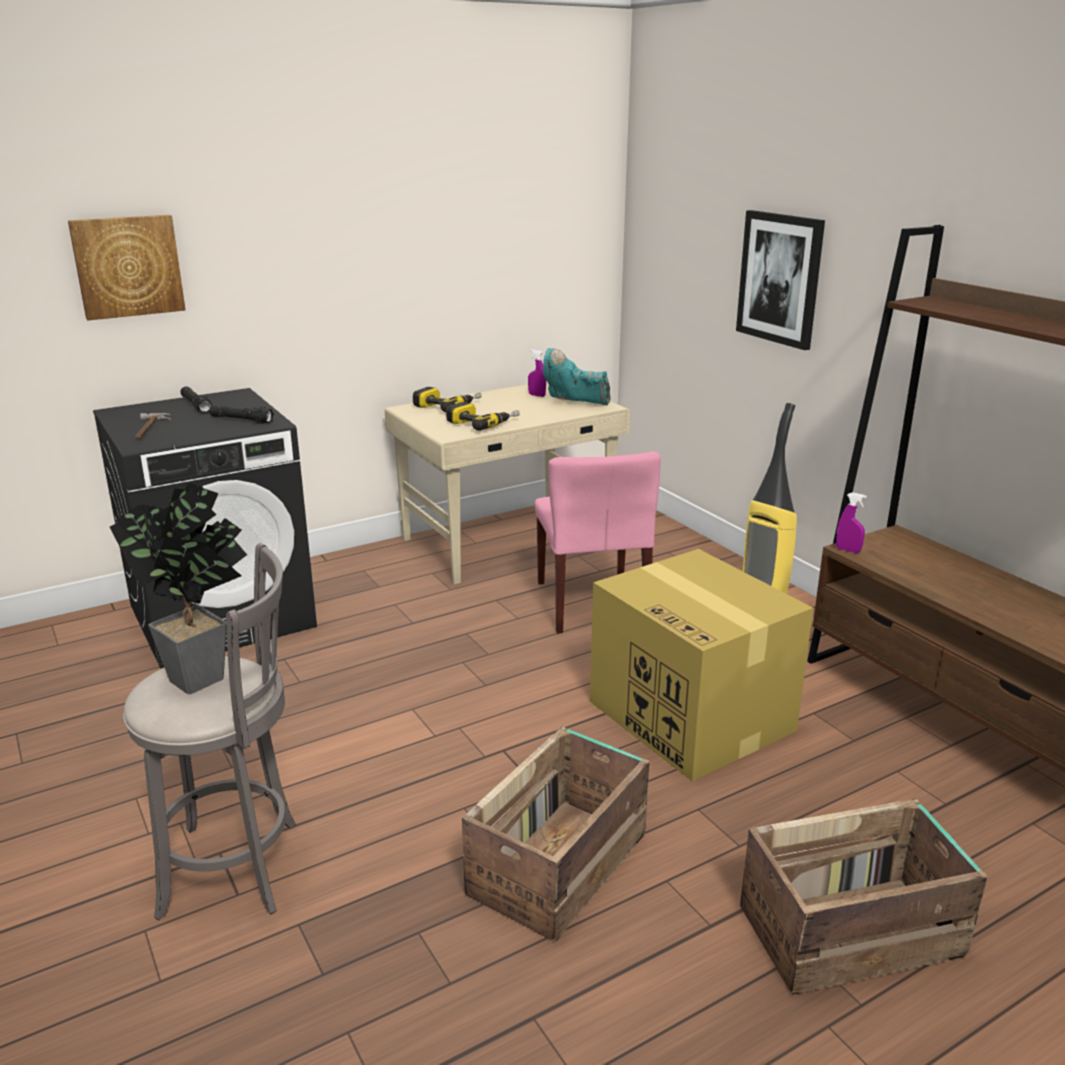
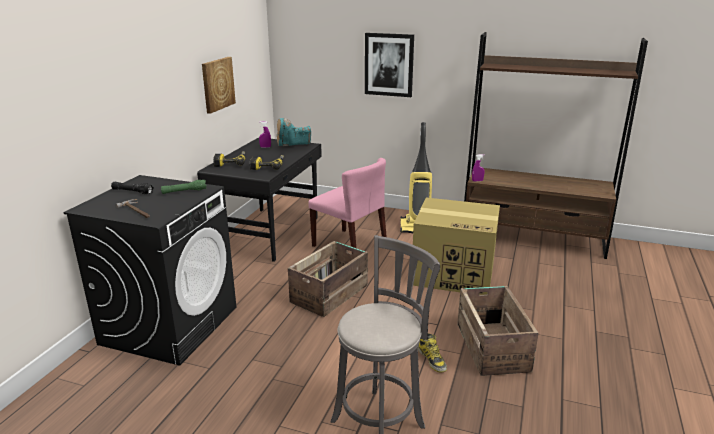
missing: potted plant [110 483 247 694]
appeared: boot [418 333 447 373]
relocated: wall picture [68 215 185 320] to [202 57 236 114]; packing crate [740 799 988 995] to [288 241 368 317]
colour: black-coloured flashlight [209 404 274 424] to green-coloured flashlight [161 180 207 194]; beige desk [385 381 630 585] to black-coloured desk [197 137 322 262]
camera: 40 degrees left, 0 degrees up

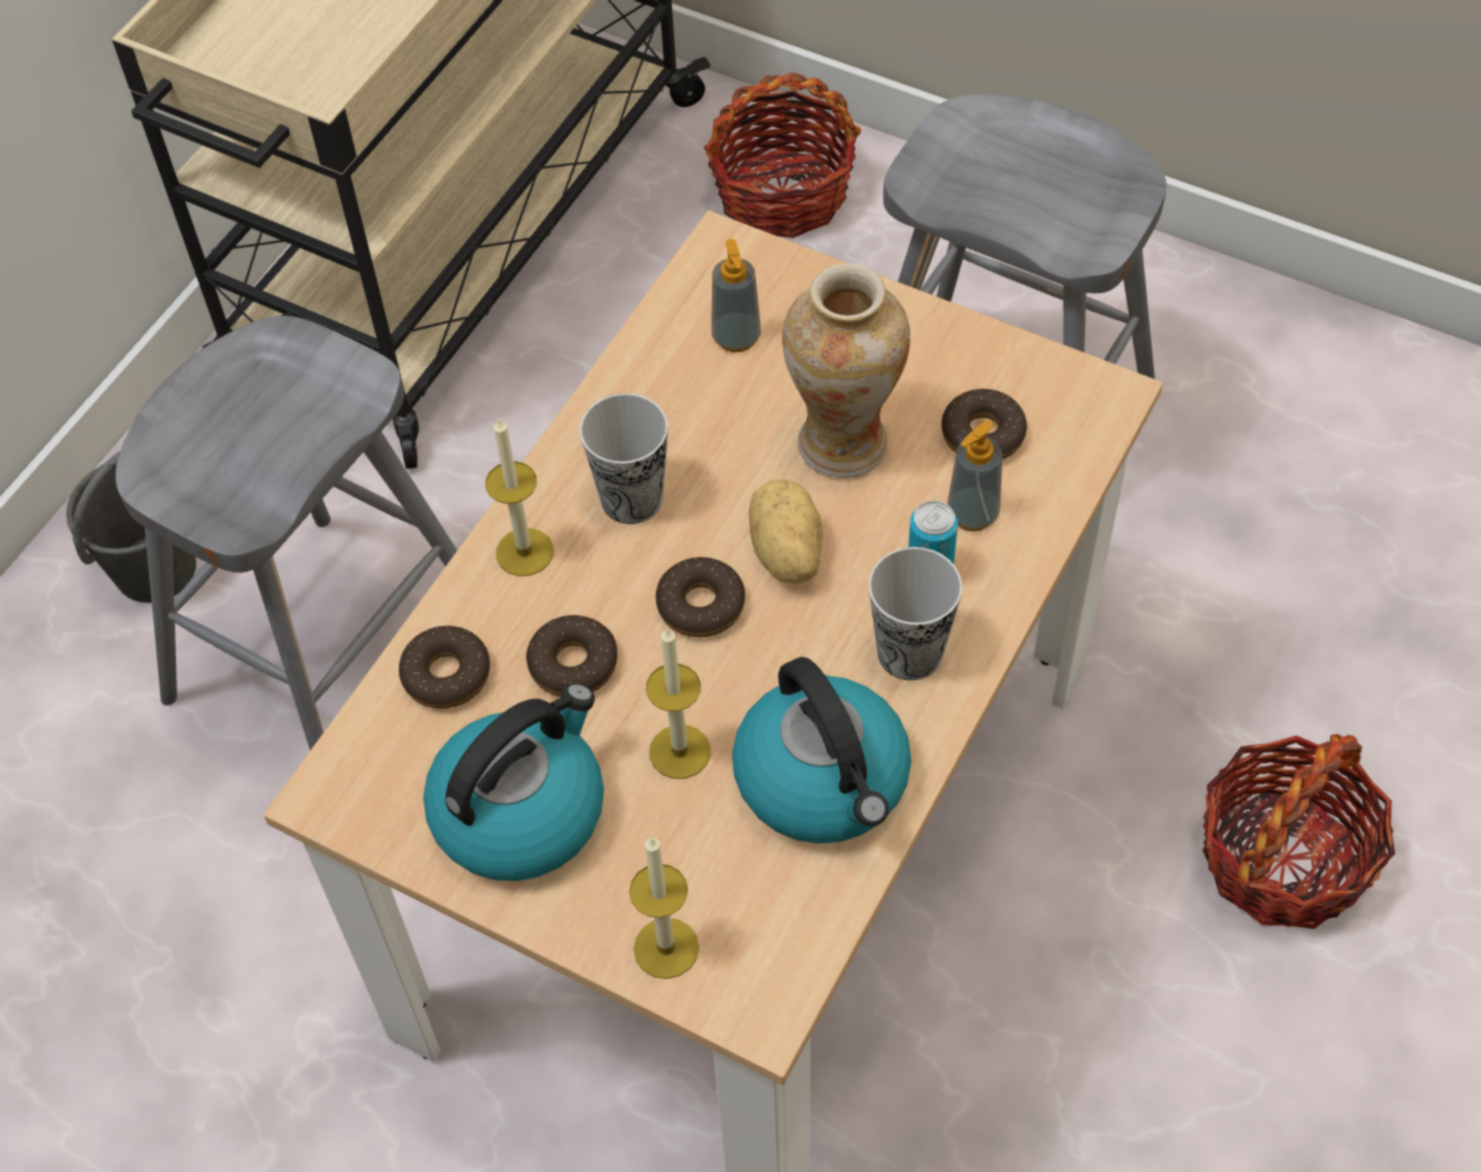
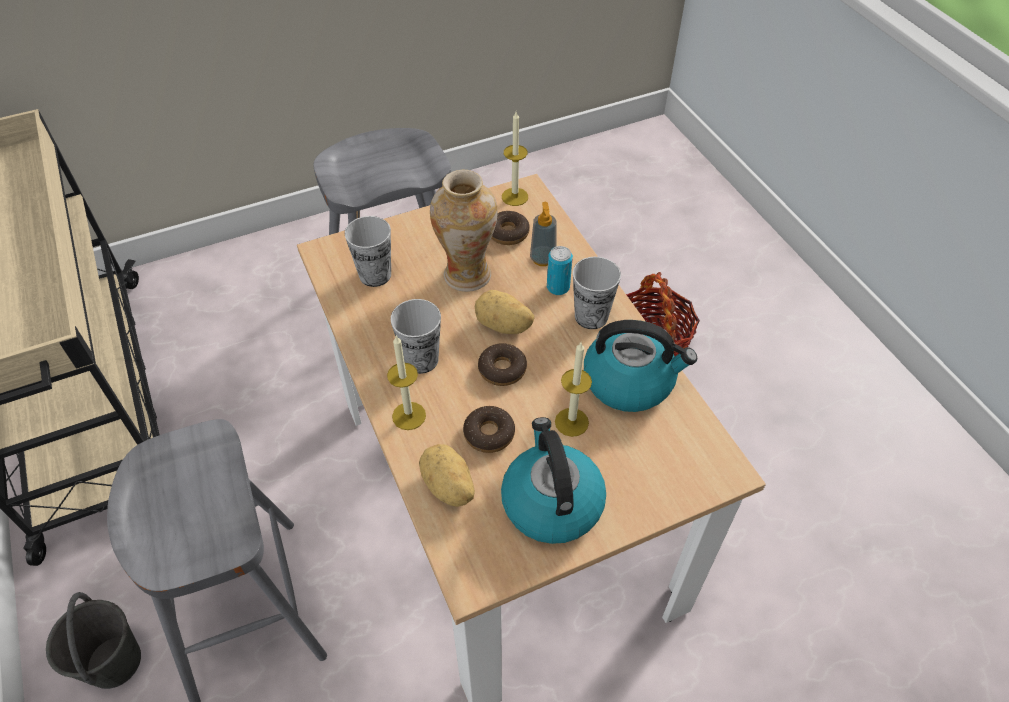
missing: storage basket [704 72 861 238]
relocated: wax candle [629 836 699 979] to [502 112 528 206]
exchanged: donut [399 626 490 709] to spud [419 444 475 507]; soap dispenser [711 239 761 352] to cup [345 216 391 287]
camera: 55 degrees left, 5 degrees down

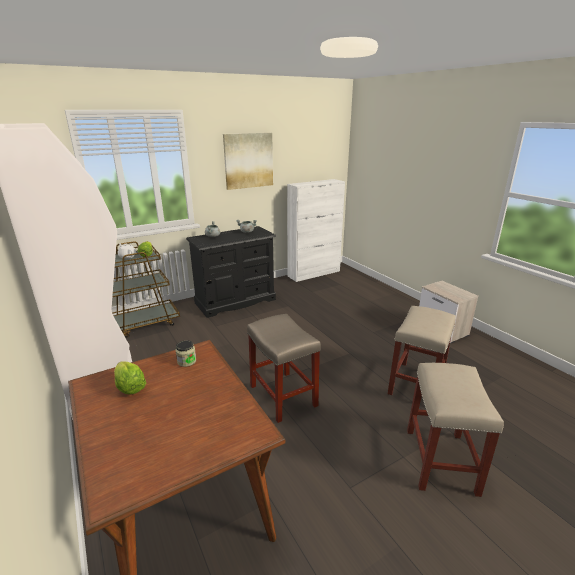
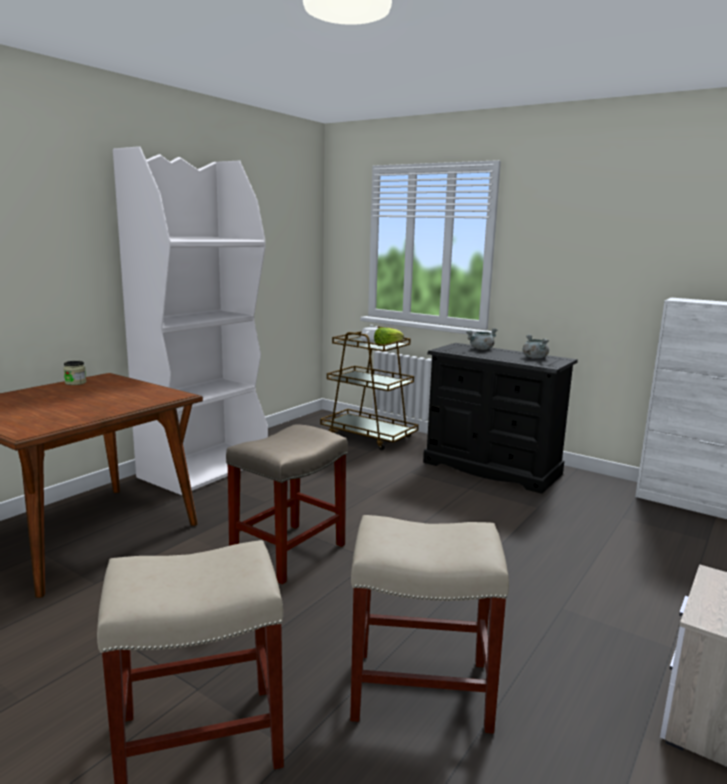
missing: lettuce [114 361 146 395]; wall picture [223 133 273 190]
relocated: storage jar [176 340 196 367] to [63 361 86 385]
camera: 65 degrees right, 10 degrees down

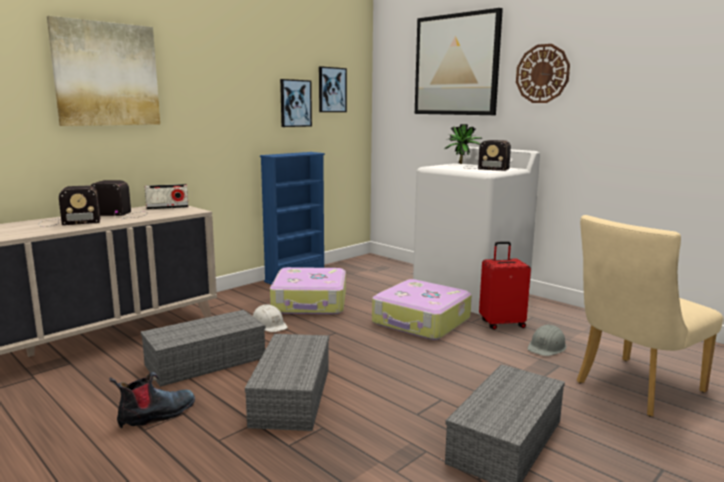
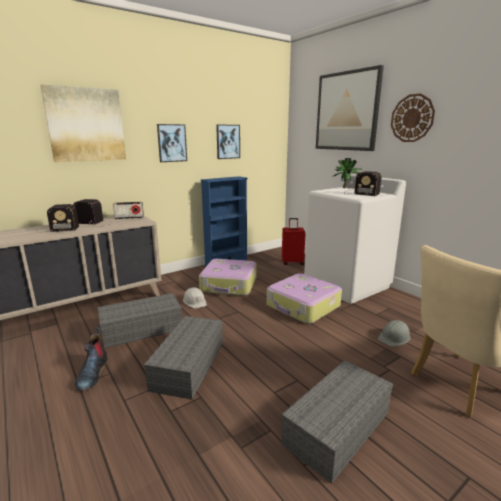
relocated: wall picture [319 66 347 112] to [157 124 187 162]; red suitcase [479 241 531 330] to [282 218 306 265]
spun: boot [109 372 195 428] = [75 326 108 391] 120 degrees clockwise
camera: 10 degrees right, 5 degrees up

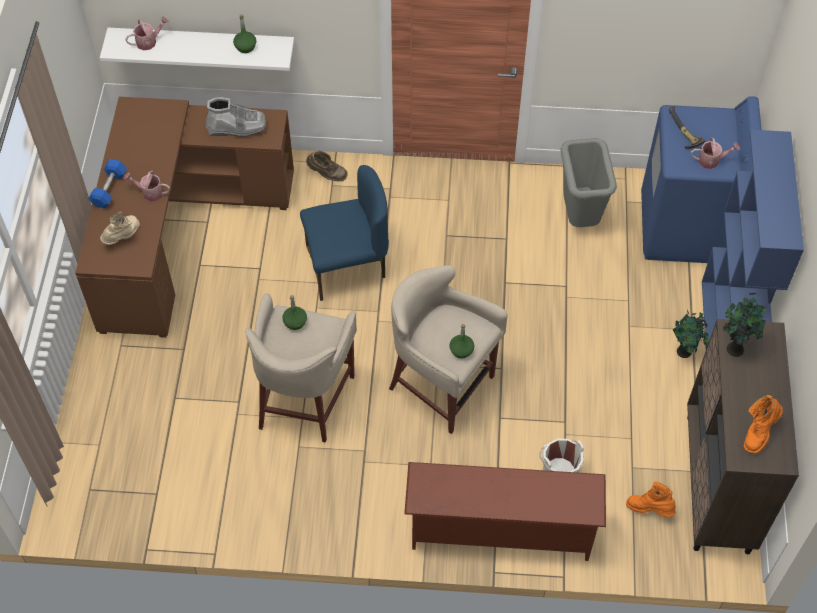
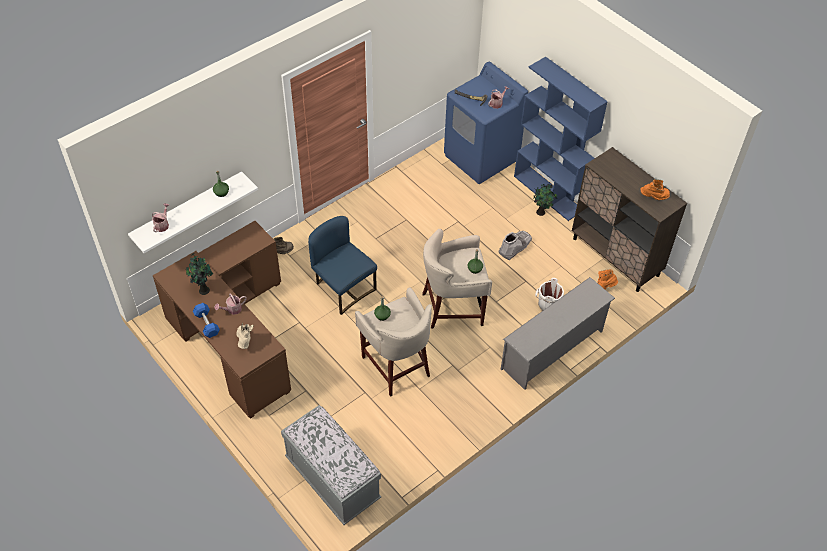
missing: grey rubbish bin [560 138 617 227]
appeared: grey long seat [281 405 381 525]
relocated: grey boot [206 97 266 137] to [498 231 532 260]; potted plant [723 293 766 357] to [186 253 213 295]
colour: brown-coloured shoe shelf [404 462 606 561] to grey shoe shelf [501 277 615 390]
spun: blue-coloured plain chair [300 165 389 301] = [308 216 377 315] 75 degrees counterclockwise; orange-coloured boot [744 395 783 454] = [641 179 670 200] 90 degrees counterclockwise
camera: 45 degrees left, 5 degrees down

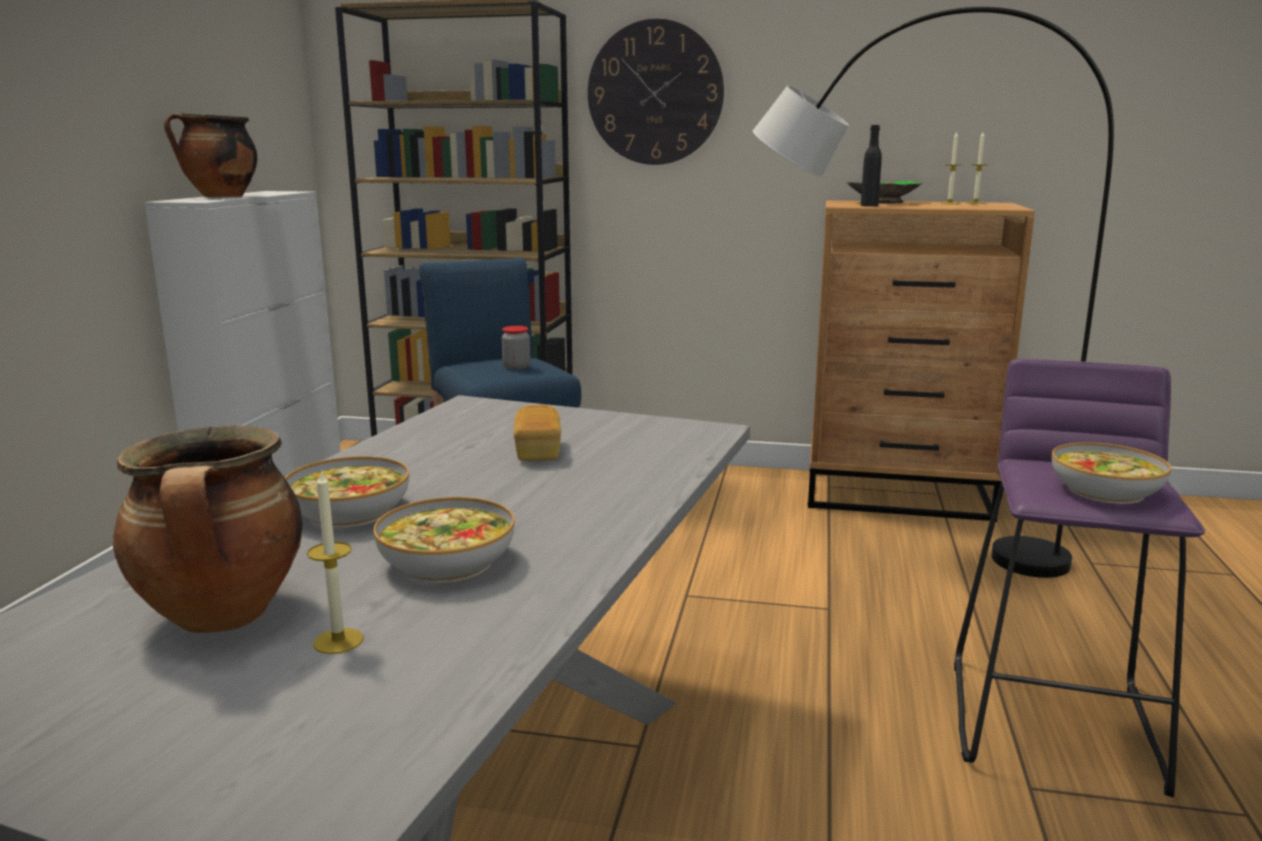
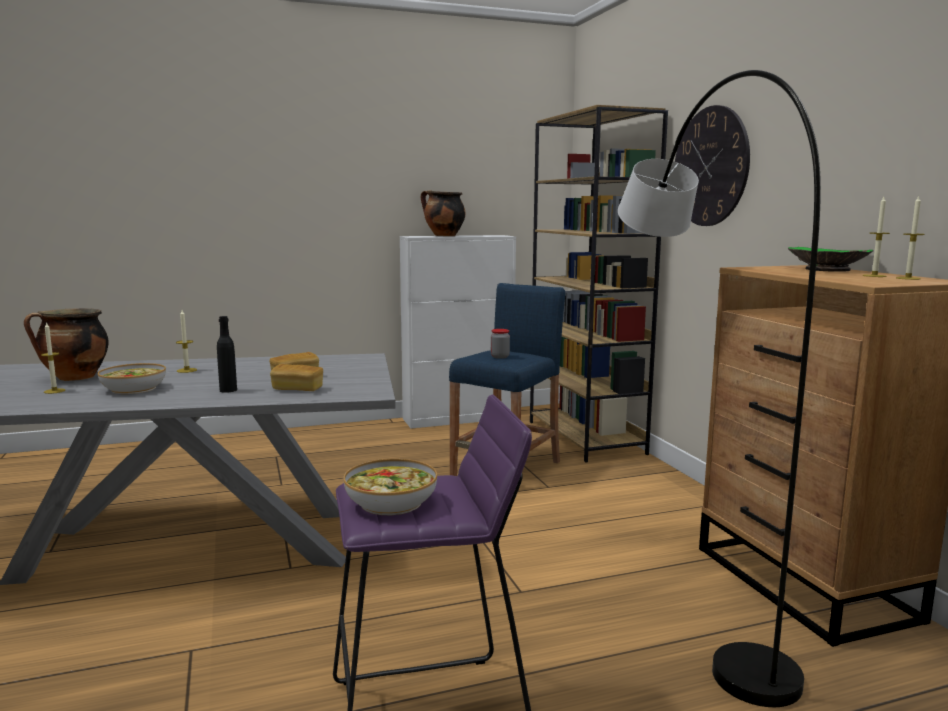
appeared: bakery bread [270 364 323 391]
relocated: black-coloured drink bottle [861 125 882 207] to [217 316 237 393]
exchanged: bowl [285 456 409 528] to wax candle [176 310 197 373]
camera: 60 degrees right, 5 degrees down

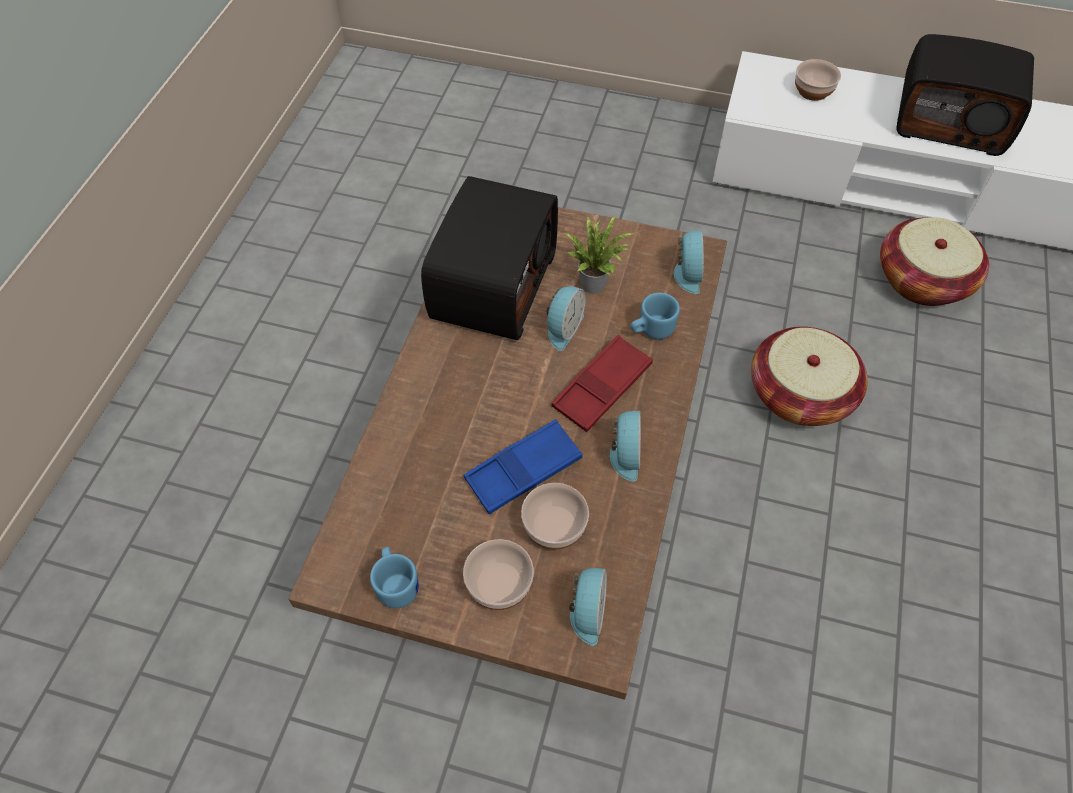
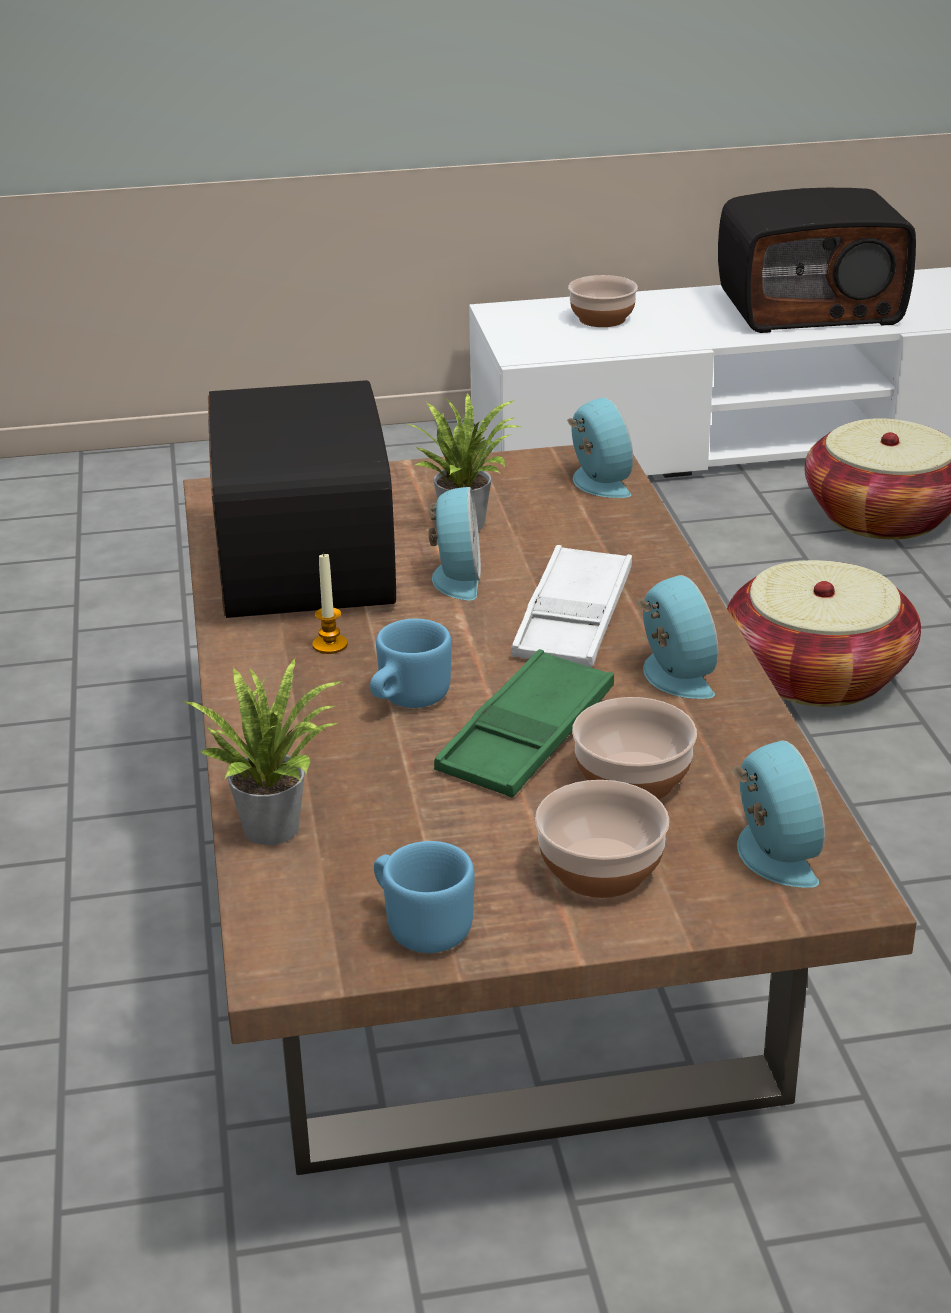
appeared: potted plant [183 659 342 845]; wax candle [312 552 348 654]
relocated: blue-coloured coffee mug [630 293 680 339] to [370 619 452 708]
colour: blue-coloured carrying tray [464 419 582 514] to green-coloured carrying tray [434 649 614 797]; red carrying tray [552 335 653 432] to white-coloured carrying tray [511 545 632 668]
camera: 25 degrees left, 25 degrees down

